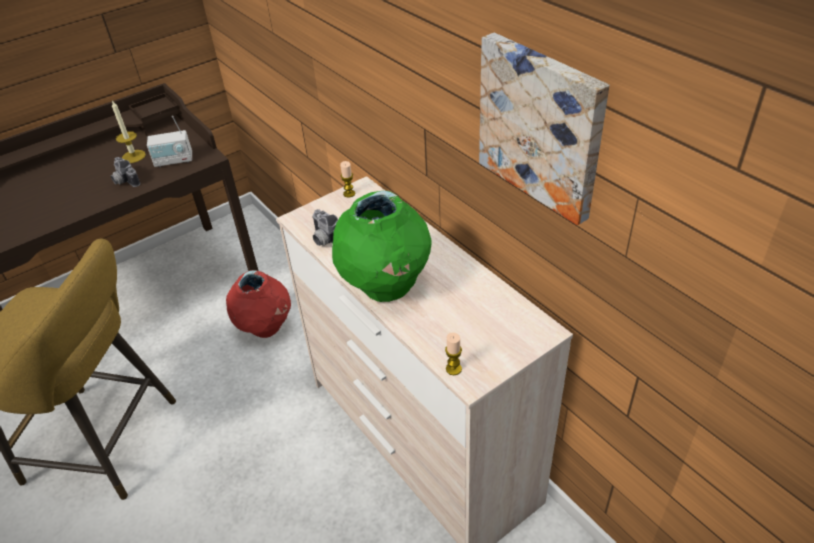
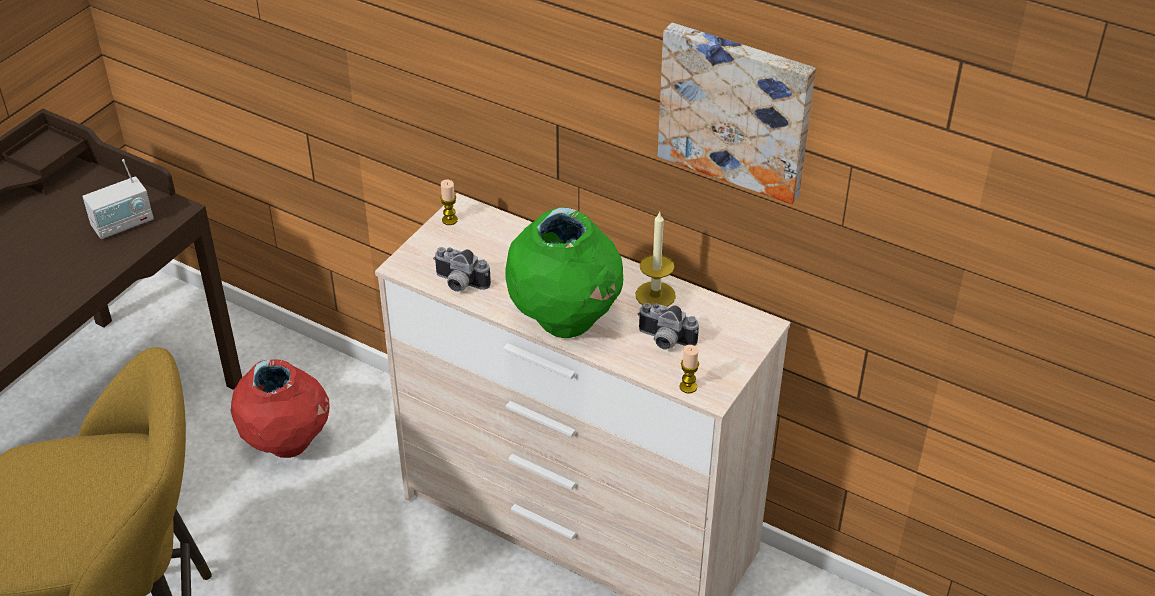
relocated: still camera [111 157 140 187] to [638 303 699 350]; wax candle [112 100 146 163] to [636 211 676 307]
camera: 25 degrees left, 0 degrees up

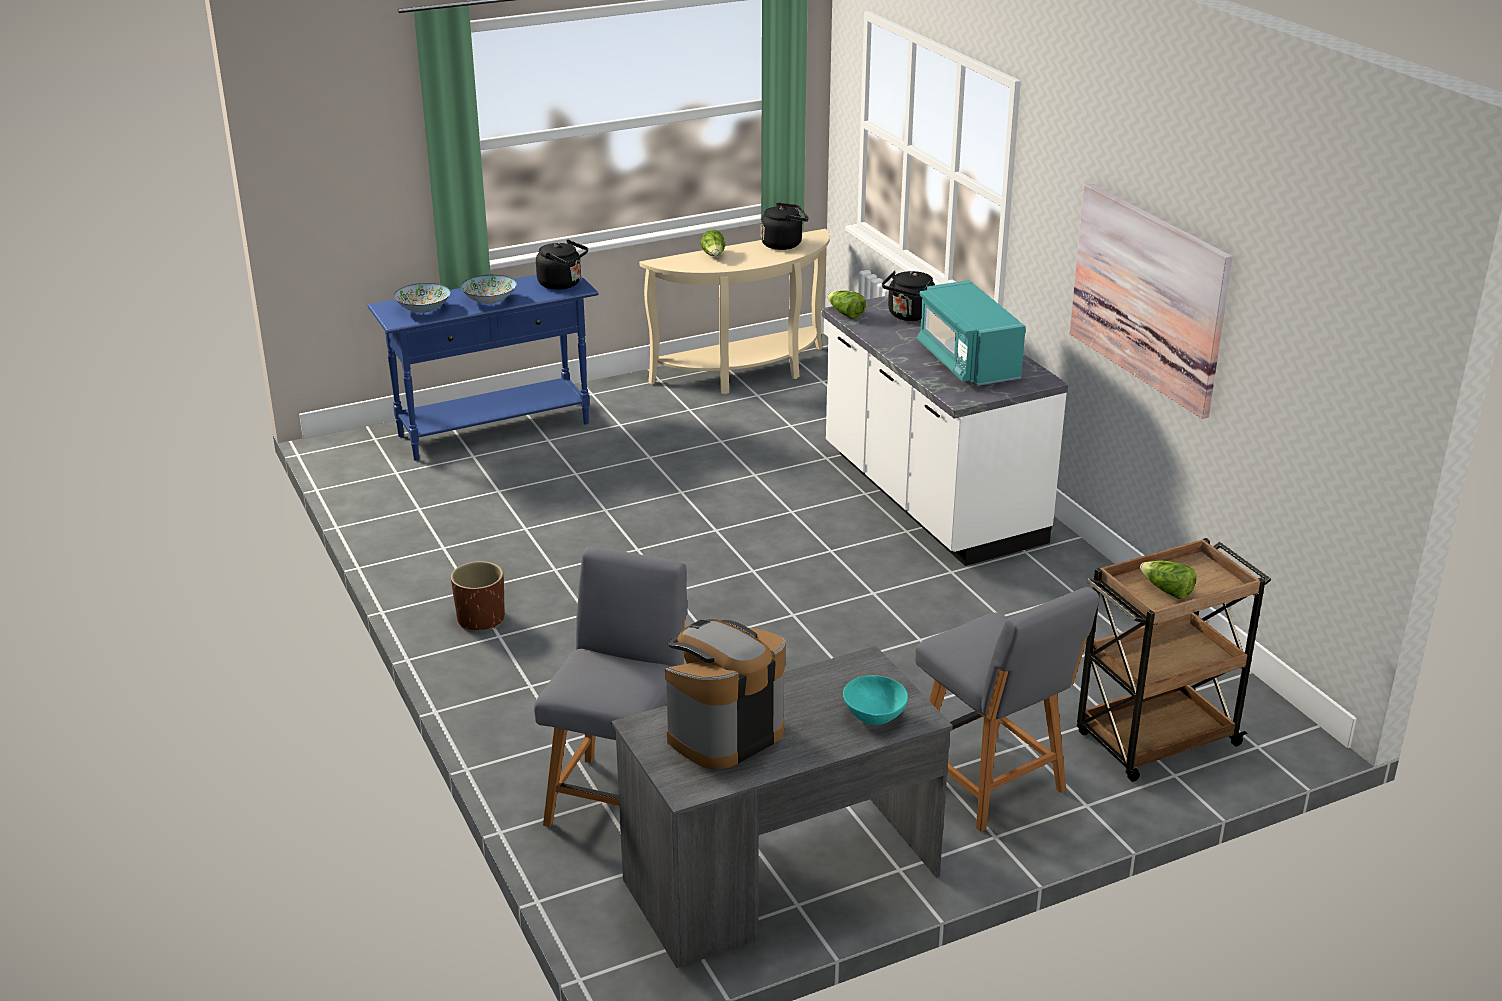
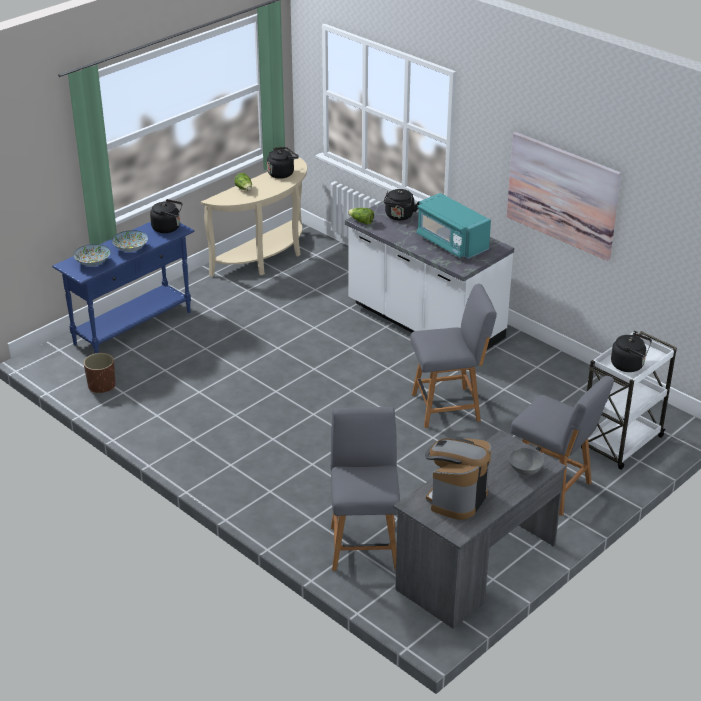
appeared: grey plain chair [410 284 497 428]
relocated: brown-coloured planter [451 561 505 630] to [84 353 116 394]
exchanged: lettuce [1140 561 1197 599] to black-coloured water kettle [611 332 652 372]
colour: turquoise bowl [843 675 908 725] to grey bowl [509 448 544 475]; brown-coloured wheeled cart [1077 538 1271 782] to white-coloured wheeled cart [581 331 677 470]
camera: 20 degrees left, 5 degrees up

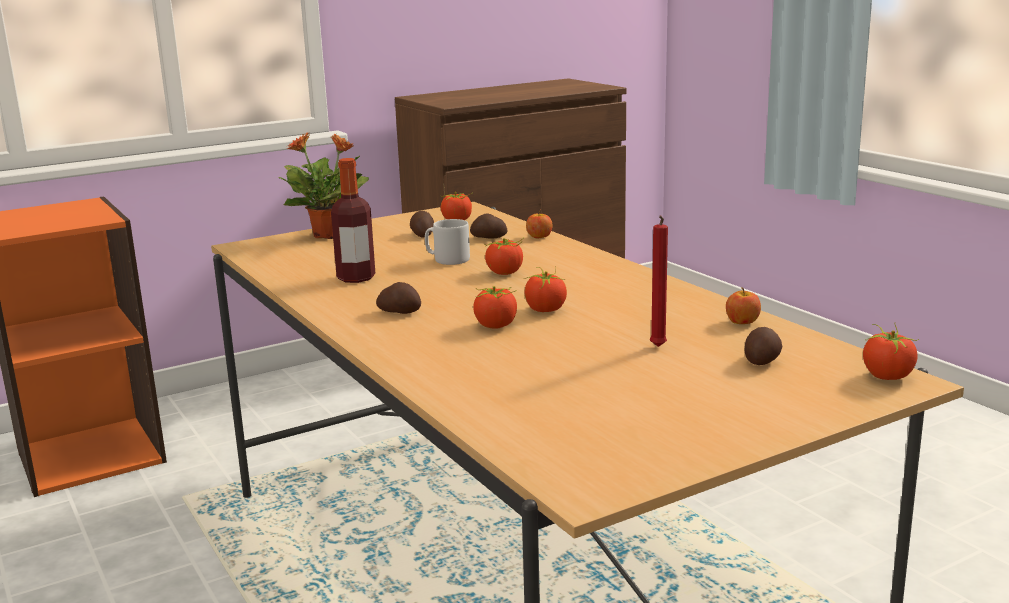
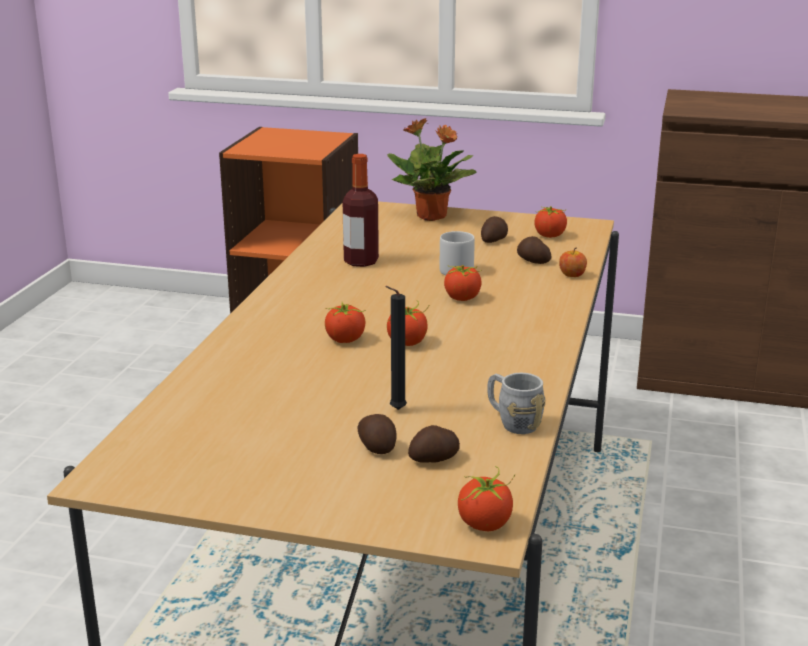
relocated: spud [376 282 421 314] to [357 414 397 454]
exchanged: whole apple [726 287 761 324] to grey coffee mug [487 373 546 434]
colour: red wax candle [650 215 668 347] to black-coloured wax candle [385 286 407 410]
camera: 45 degrees right, 5 degrees up

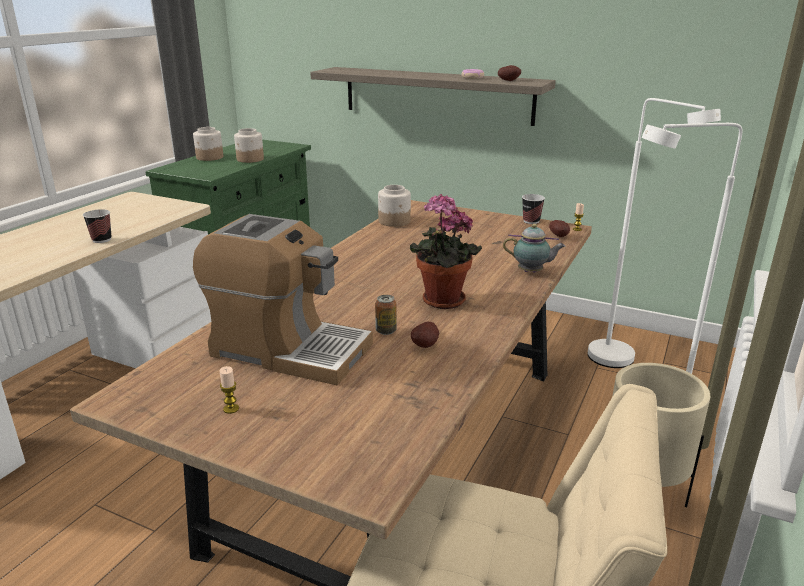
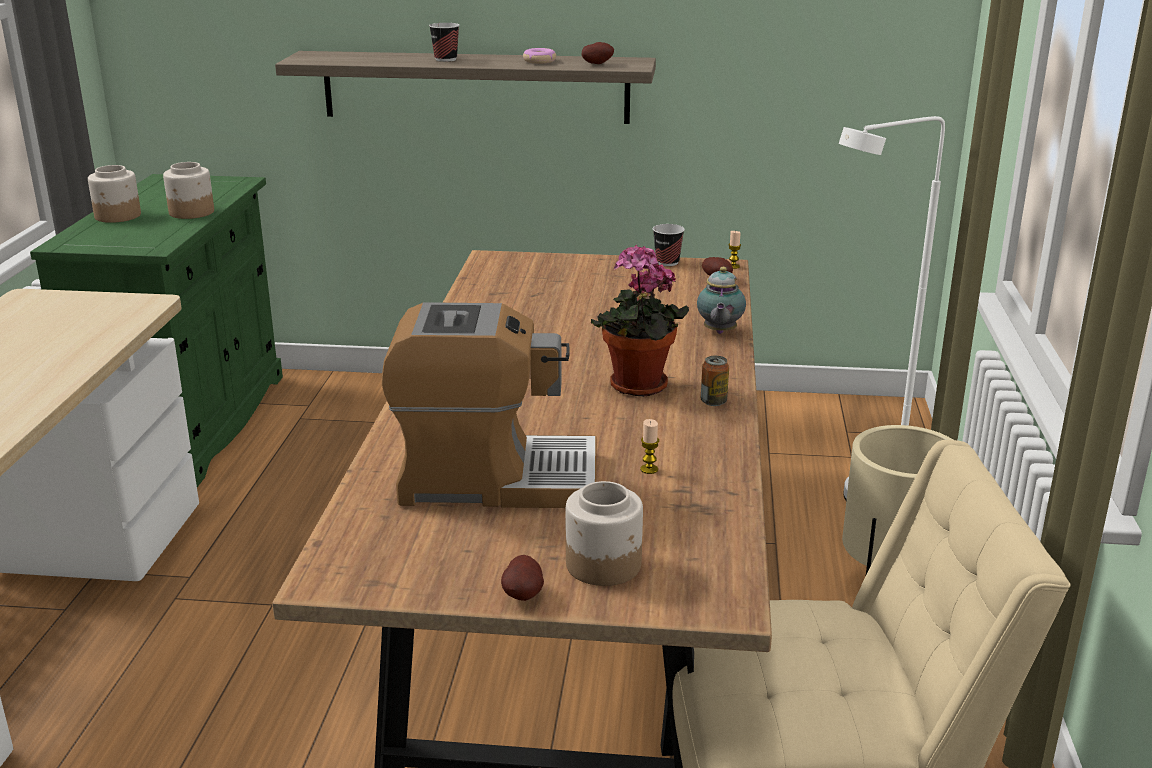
missing: white-coloured standing lamp [588 98 721 368]
relocated: cup [83 209 112 243] to [429 23 460 62]; wax candle [219 366 239 414] to [640 419 659 474]; metal can [375 295 397 335] to [701 356 729 406]; storage jar [378 185 411 227] to [566 481 643 586]; spud [411 322 439 348] to [501 555 544 601]
spun: pot for tea [503 224 566 273] = [697 267 746 334] 105 degrees clockwise
camera: 20 degrees left, 0 degrees up

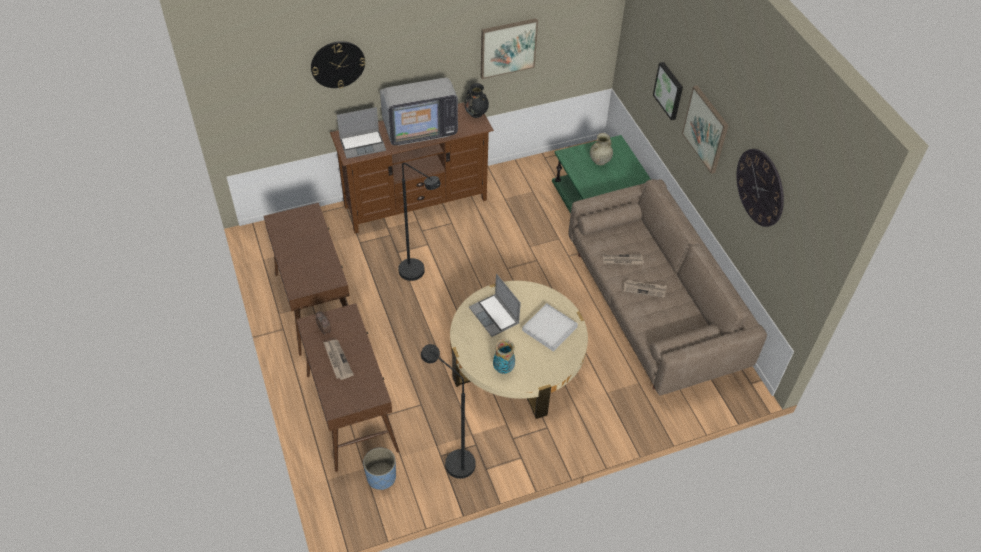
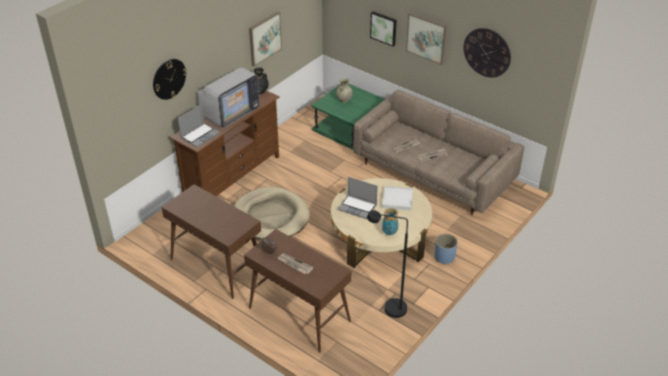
relocated: blue-coloured planter [363 447 396 490] to [435 234 458 265]
exchanged: black-coloured standing lamp [398 163 440 281] to beige pet bed [234 187 310 240]
camera: 30 degrees left, 10 degrees down

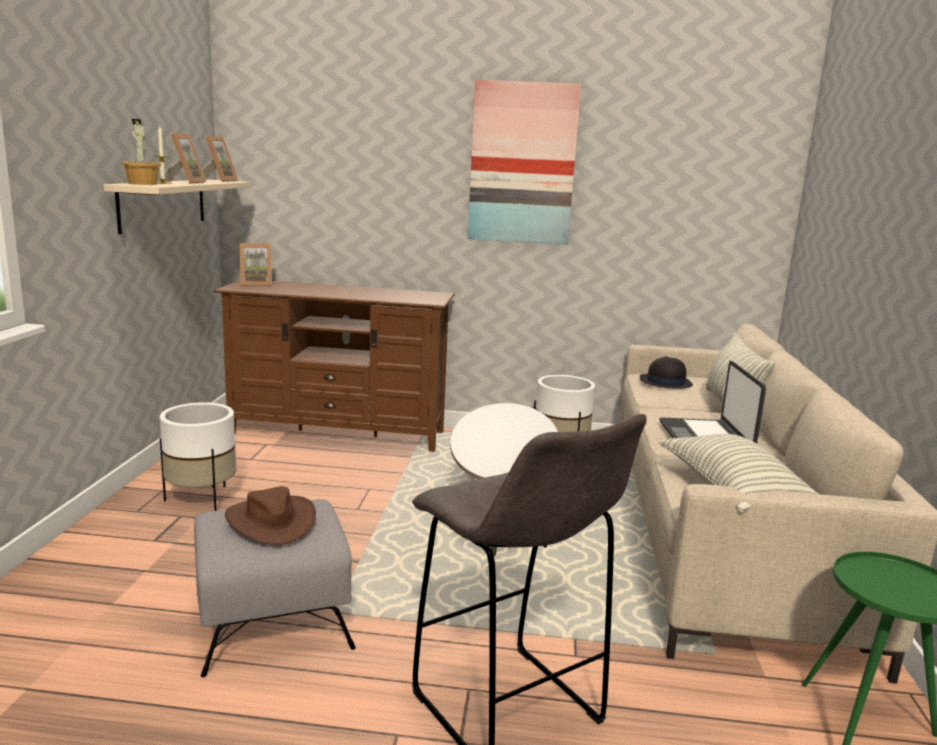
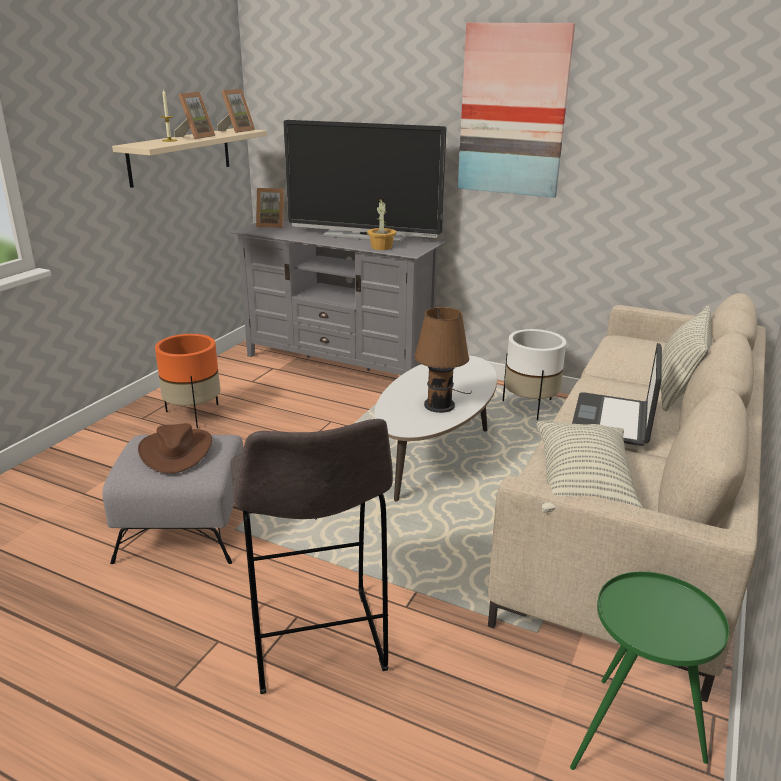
missing: black-coloured wearable hat [640 356 693 389]
appeared: TV [283 120 447 243]; brown-coloured table lamp [414 307 472 413]
relocated: potted plant [121 119 161 185] to [367 198 396 250]
colour: white-coloured planter [160 402 236 511] to orange-coloured planter [155 334 221 428]; brown-coloured tv stand [213 281 455 452] to grey tv stand [230 221 445 375]
camera: 20 degrees right, 10 degrees up

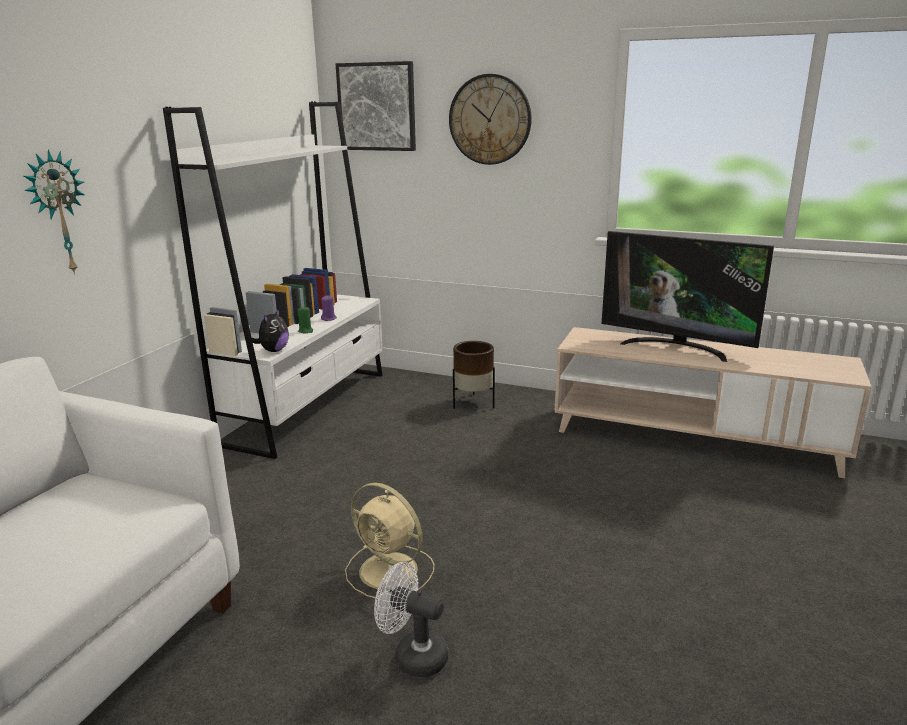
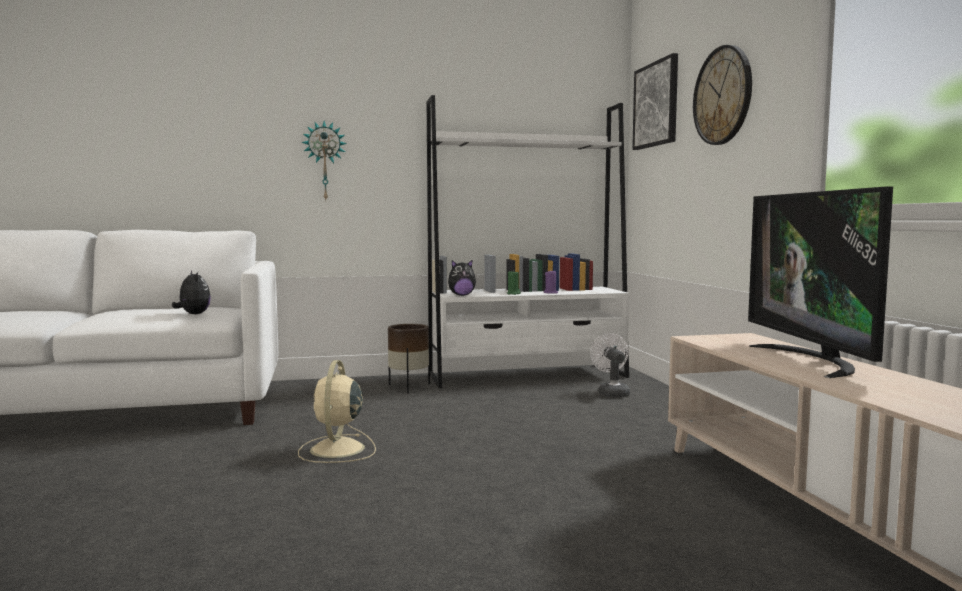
appeared: soft toy [172 271 211 314]
relocated: white-coloured fan [374 562 448 677] to [590 333 630 397]; brown-coloured planter [453 341 495 409] to [388 324 430 393]
camera: 55 degrees right, 15 degrees down

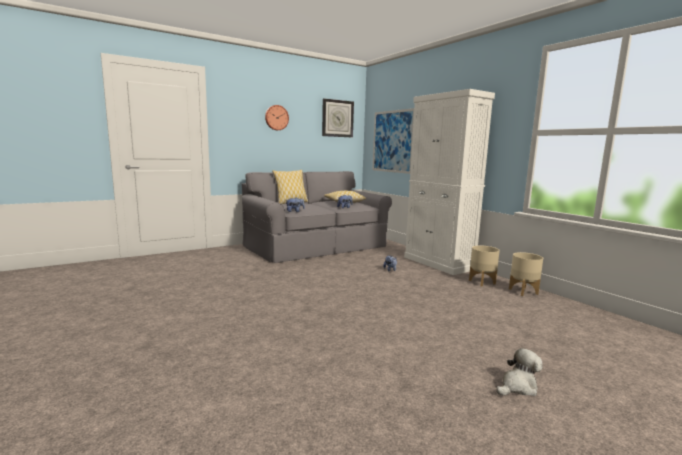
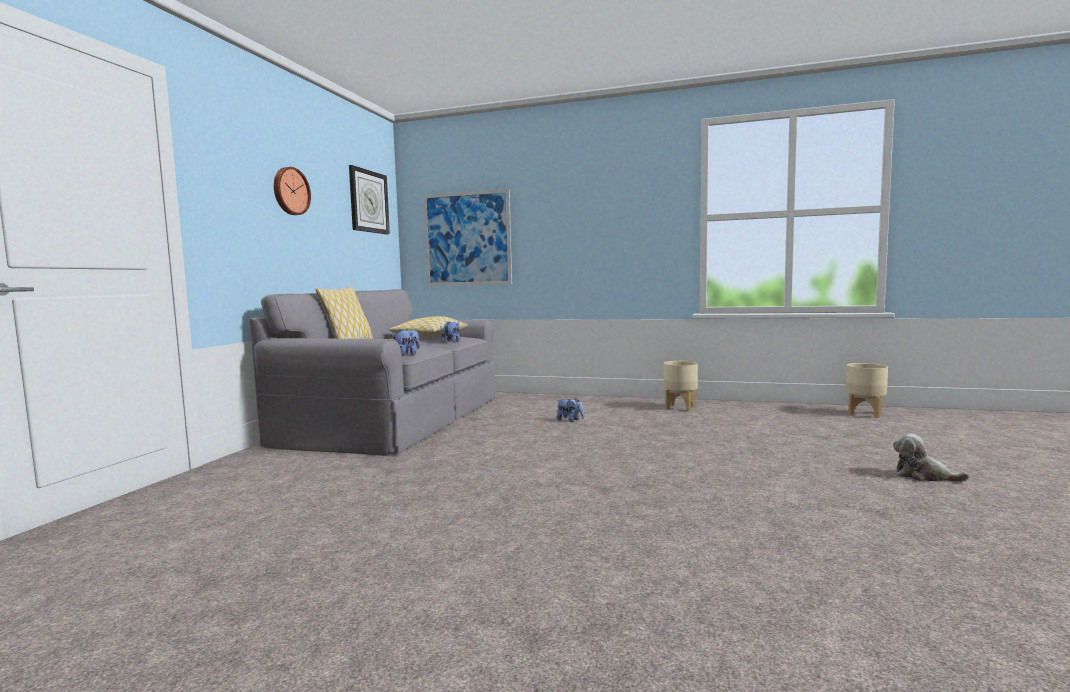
missing: white-coloured cupboard [404 89 495 275]
relocated: beige planter [509 252 543 296] to [846 363 888 418]
spun: soft toy [496 348 543 396] = [893 434 970 482] 75 degrees counterclockwise
camera: 40 degrees left, 5 degrees down

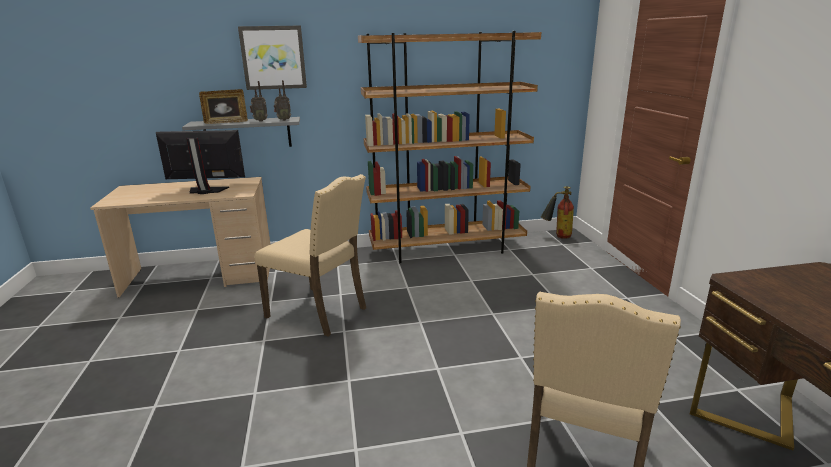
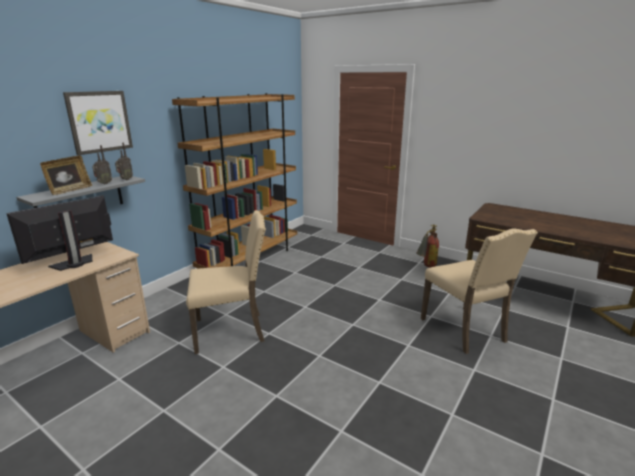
relocated: extinguisher [541 186 574 239] to [416 225 439 268]
camera: 45 degrees left, 0 degrees up

